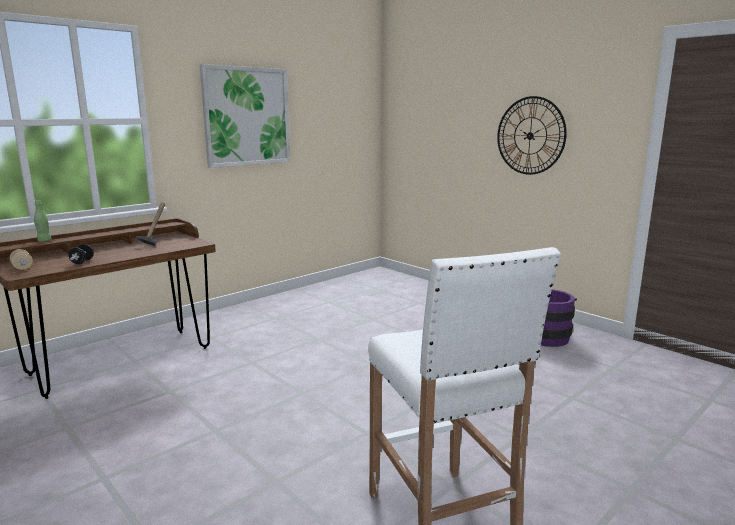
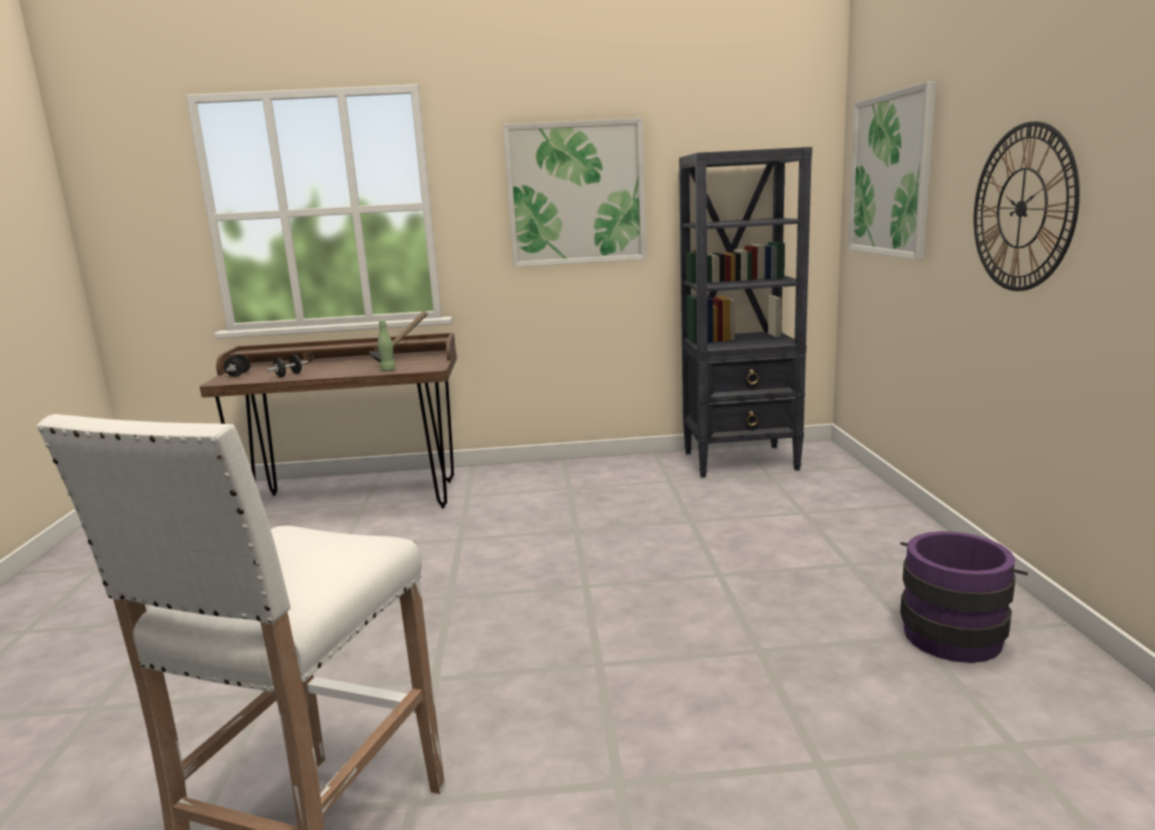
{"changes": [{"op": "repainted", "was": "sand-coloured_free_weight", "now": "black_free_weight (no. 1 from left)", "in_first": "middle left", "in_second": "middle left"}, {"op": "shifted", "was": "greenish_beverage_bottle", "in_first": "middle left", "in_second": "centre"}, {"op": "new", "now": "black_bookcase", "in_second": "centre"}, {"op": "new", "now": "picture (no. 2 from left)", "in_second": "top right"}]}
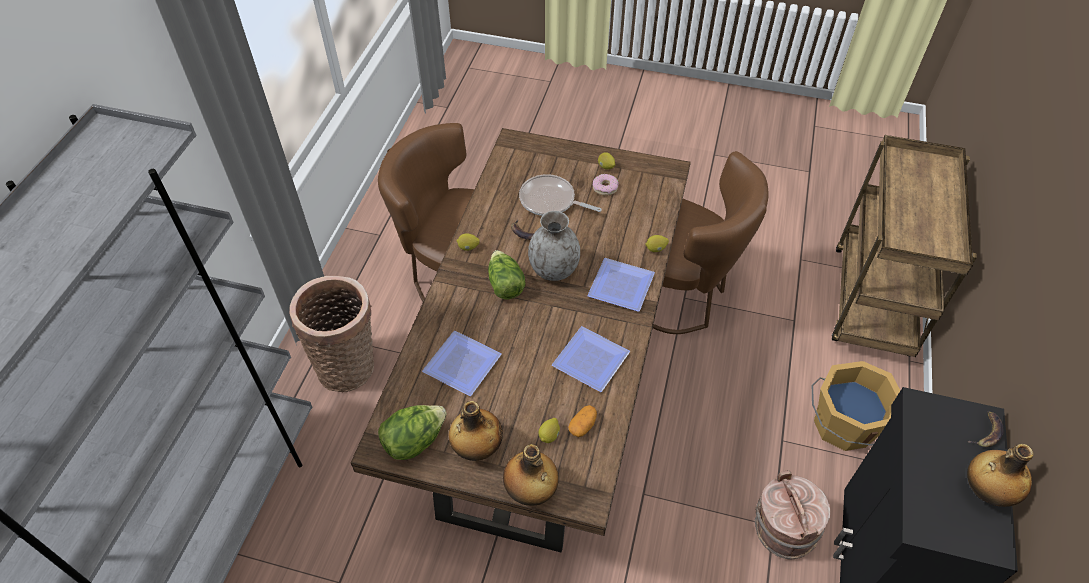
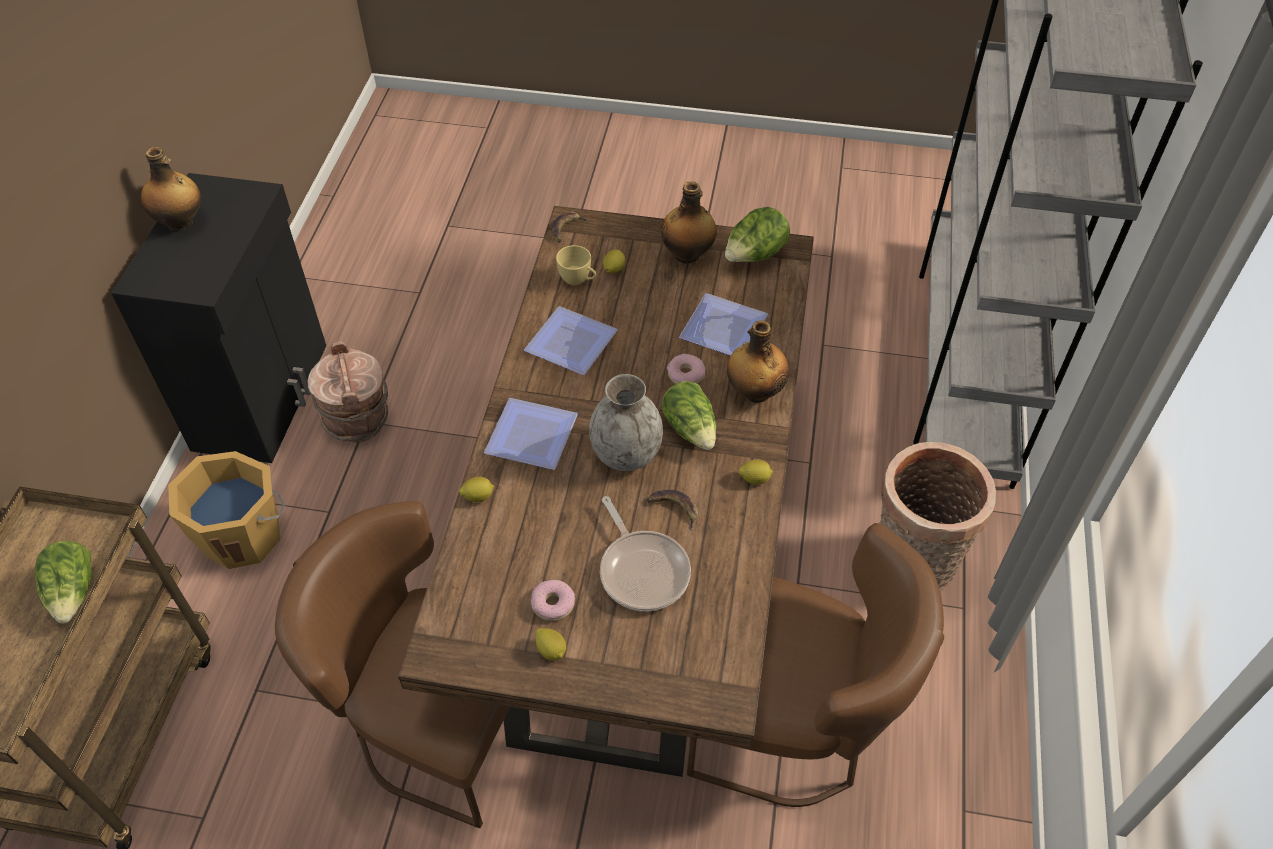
{"changes": [{"op": "shifted", "was": "beverage_bottle (no. 2 from left in the first image)", "now": "beverage_bottle (no. 3 from left)", "in_first": "bottom centre", "in_second": "centre"}, {"op": "rotated", "was": "skillet", "in_first": "centre", "in_second": "centre", "clockwise": 45}, {"op": "swapped", "was": "spud", "now": "yellow_small_cup", "in_first": "bottom centre", "in_second": "top centre"}, {"op": "shifted", "was": "whole_banana (no. 2 from left in the first image)", "now": "whole_banana (no. 1 from left)", "in_first": "bottom right", "in_second": "top centre"}, {"op": "new", "now": "head_of_lettuce (no. 1 from left)", "in_second": "bottom left"}, {"op": "new", "now": "donut (no. 2 from left)", "in_second": "centre"}]}
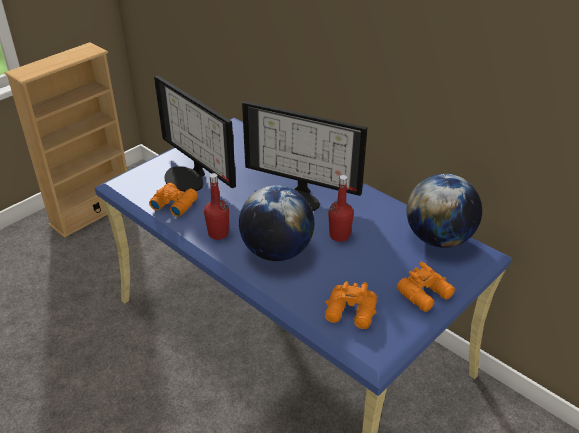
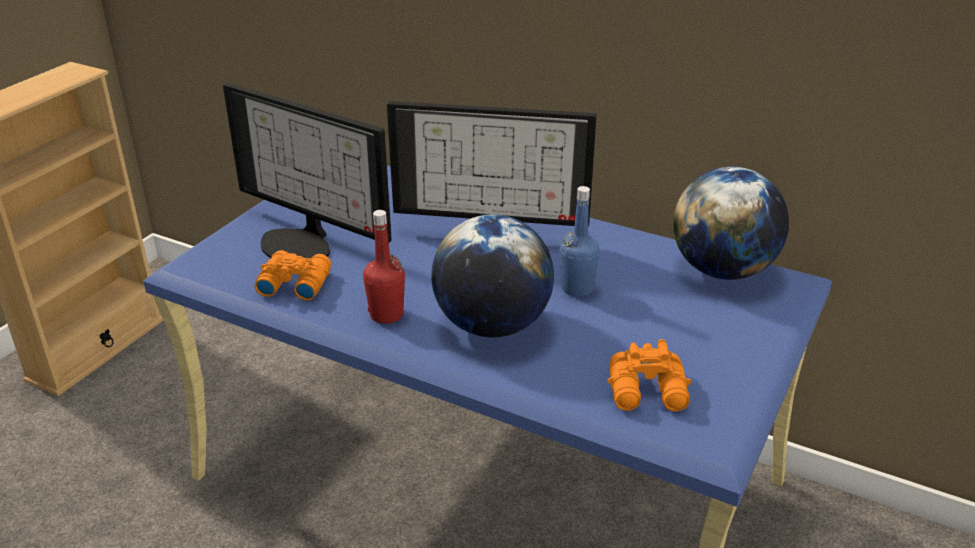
{"changes": [{"op": "repainted", "was": "red-coloured_beverage_bottle (no. 2 from left)", "now": "bluish_beverage_bottle", "in_first": "centre", "in_second": "centre"}, {"op": "gone", "was": "orange-coloured_binoculars (no. 3 from left)", "in_first": "middle right"}]}
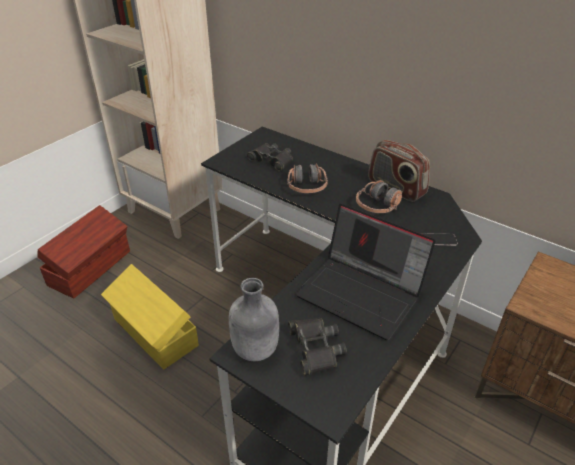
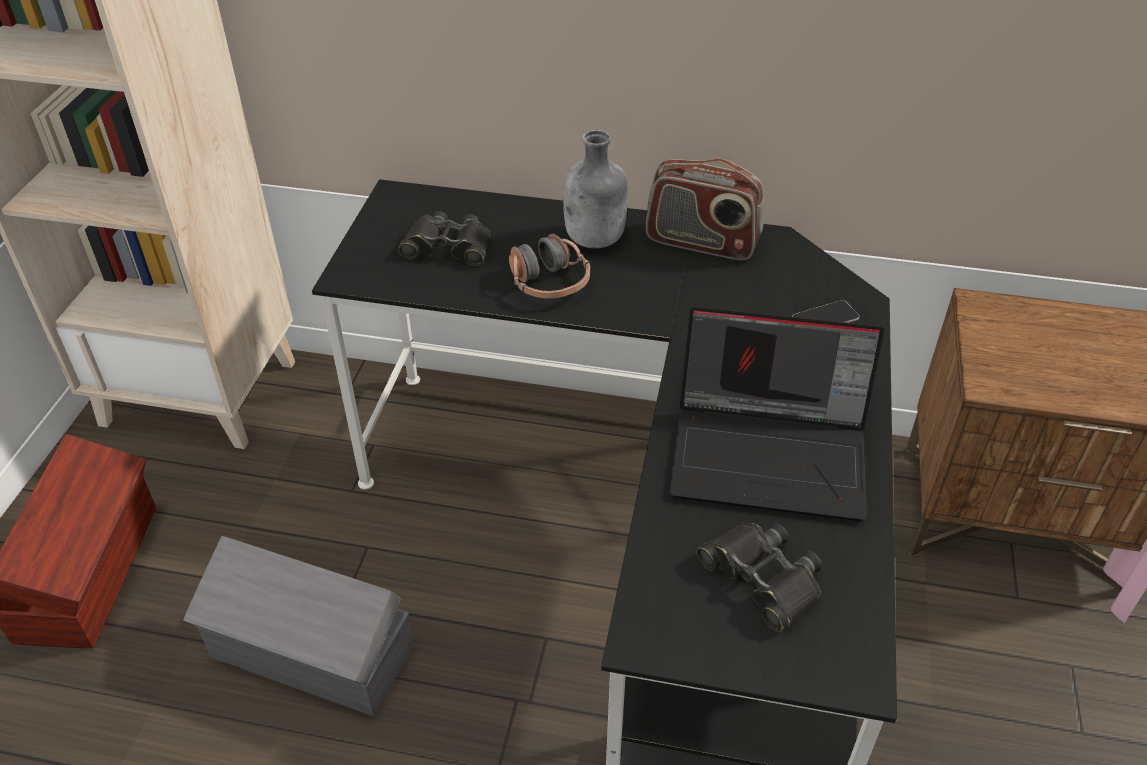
{"changes": [{"op": "repainted", "was": "yellow_storage_container", "now": "greyish_storage_container", "in_first": "bottom left", "in_second": "bottom left"}, {"op": "shifted", "was": "greyish_beverage_bottle", "in_first": "bottom centre", "in_second": "top centre"}, {"op": "gone", "was": "pair_of_headphones (no. 2 from left)", "in_first": "centre"}]}
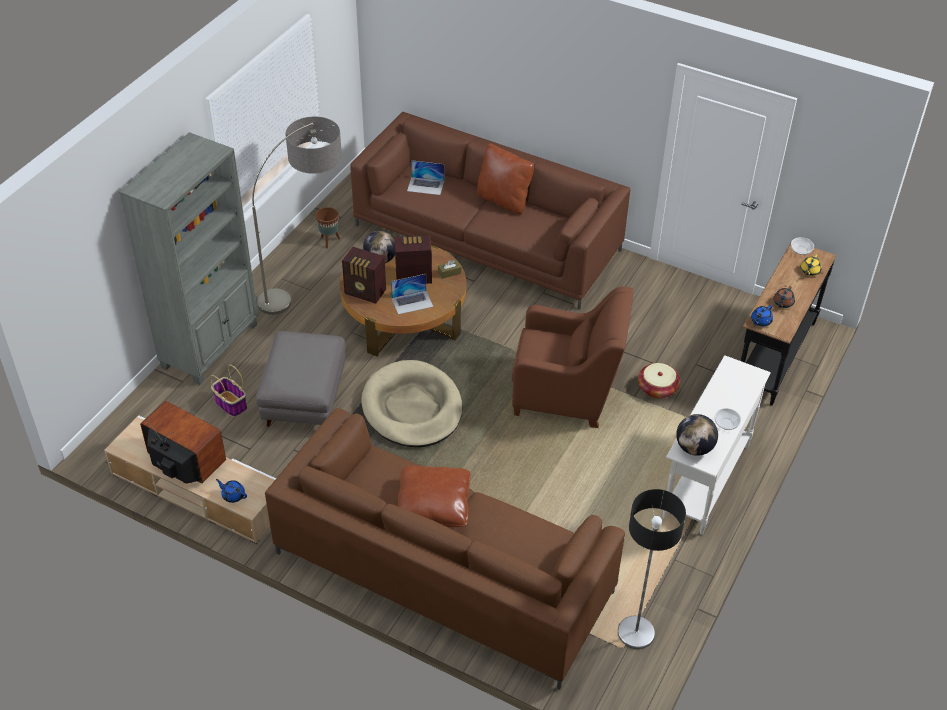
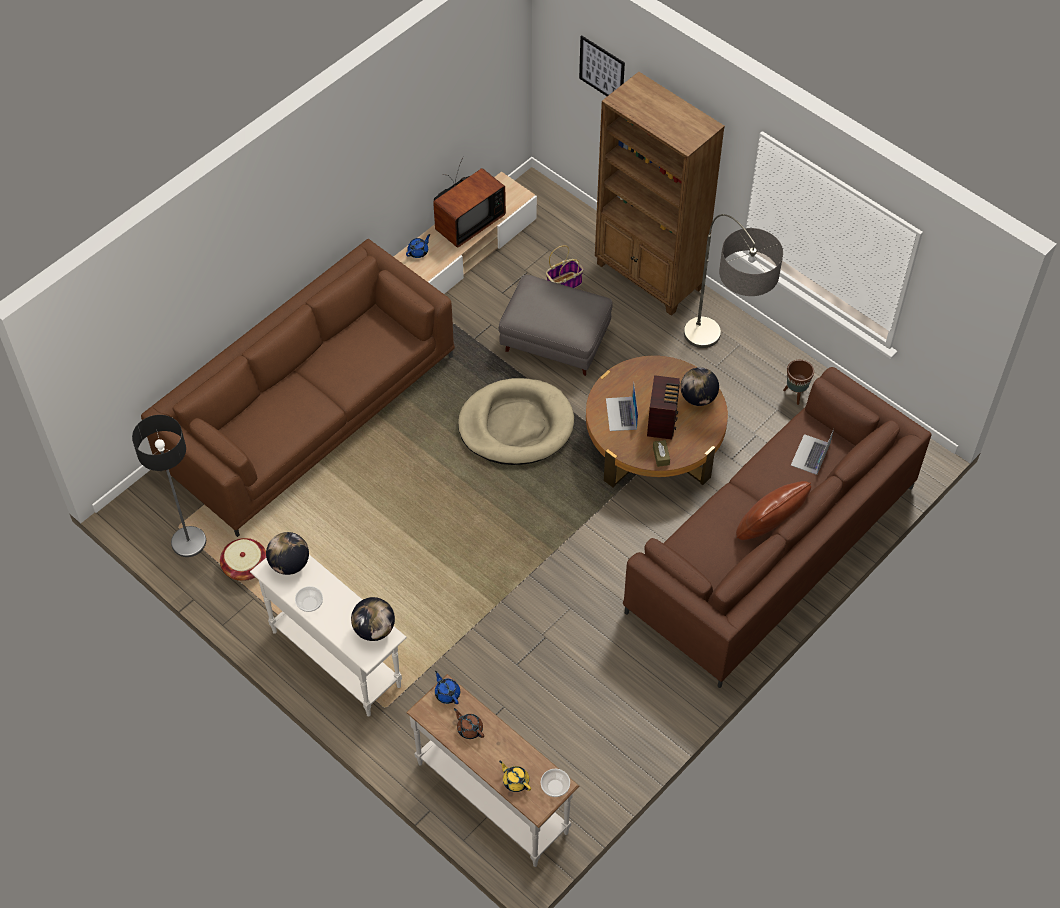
{"changes": [{"op": "repainted", "was": "greyish_bookcase", "now": "brown-coloured_bookcase", "in_first": "middle left", "in_second": "top centre"}, {"op": "gone", "was": "radio (no. 1 from left)", "in_first": "centre"}, {"op": "gone", "was": "brown-coloured_cushion (no. 1 from left)", "in_first": "bottom centre"}, {"op": "gone", "was": "brown-coloured_lounge_chair", "in_first": "centre"}, {"op": "shifted", "was": "basket (no. 2 from left in the first image)", "now": "basket (no. 1 from left)", "in_first": "middle right", "in_second": "middle left"}, {"op": "repainted", "was": "black_console_table", "now": "white-coloured_console_table (no. 2 from left)", "in_first": "middle right", "in_second": "bottom centre"}, {"op": "new", "now": "globe (no. 2 from left)", "in_second": "bottom centre"}, {"op": "new", "now": "picture", "in_second": "top centre"}]}
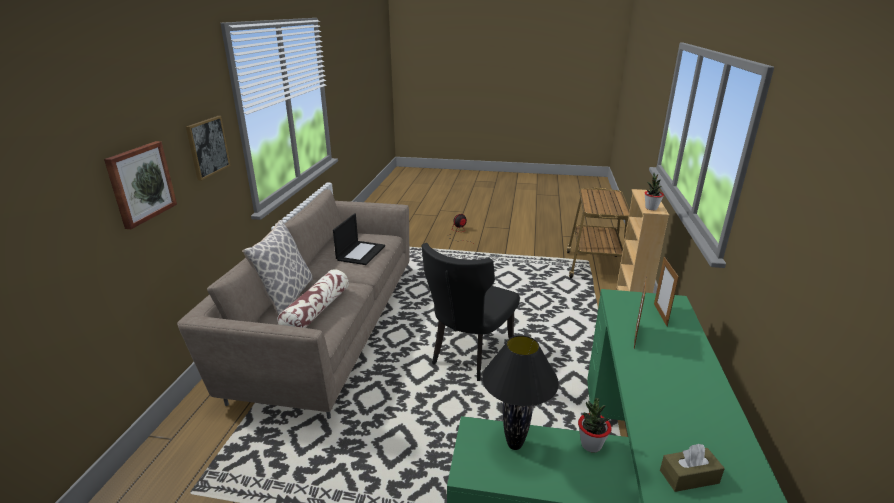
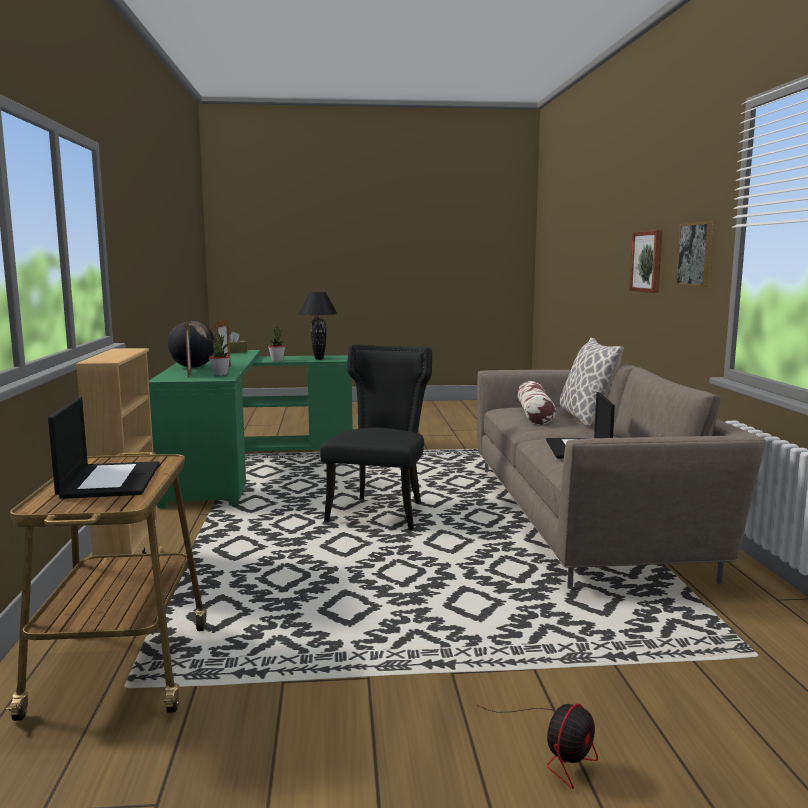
{"changes": [{"op": "shifted", "was": "plant_in_a_pot (no. 2 from left in the first image)", "now": "plant_in_a_pot (no. 1 from left)", "in_first": "middle right", "in_second": "middle left"}, {"op": "new", "now": "portable_computer (no. 1 from left)", "in_second": "middle left"}, {"op": "new", "now": "globe", "in_second": "middle left"}]}
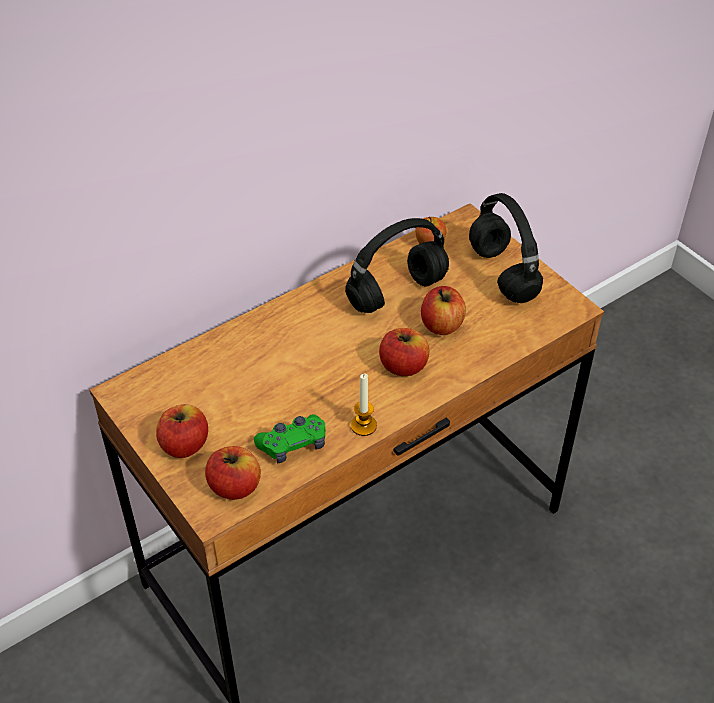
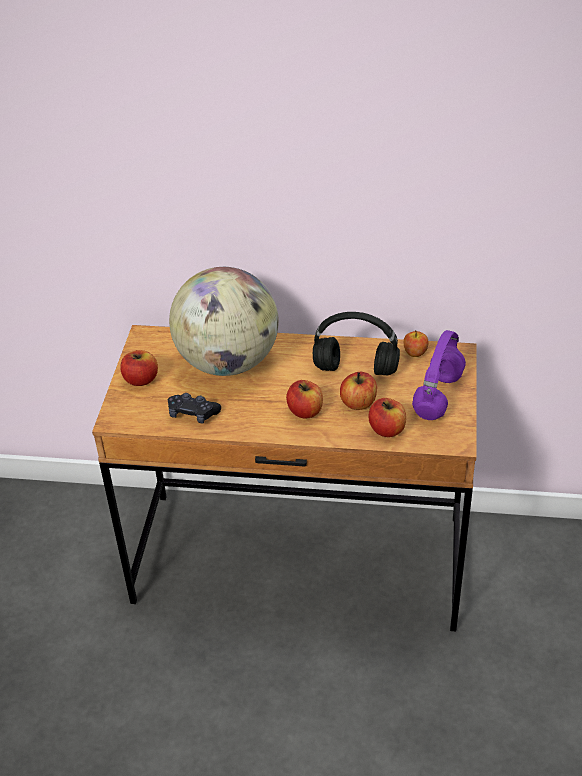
{"changes": [{"op": "shifted", "was": "apple_fruit (no. 2 from left in the first image)", "now": "apple_fruit (no. 4 from left)", "in_first": "bottom left", "in_second": "centre"}, {"op": "repainted", "was": "greenish_joypad", "now": "black_joypad", "in_first": "centre", "in_second": "centre"}, {"op": "gone", "was": "candle", "in_first": "centre"}, {"op": "repainted", "was": "black_pair_of_headphones (no. 2 from left)", "now": "purple-coloured_pair_of_headphones", "in_first": "middle right", "in_second": "middle right"}, {"op": "new", "now": "globe", "in_second": "centre"}]}
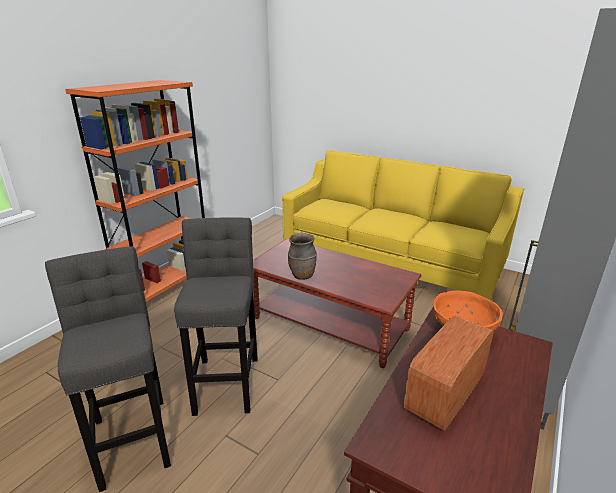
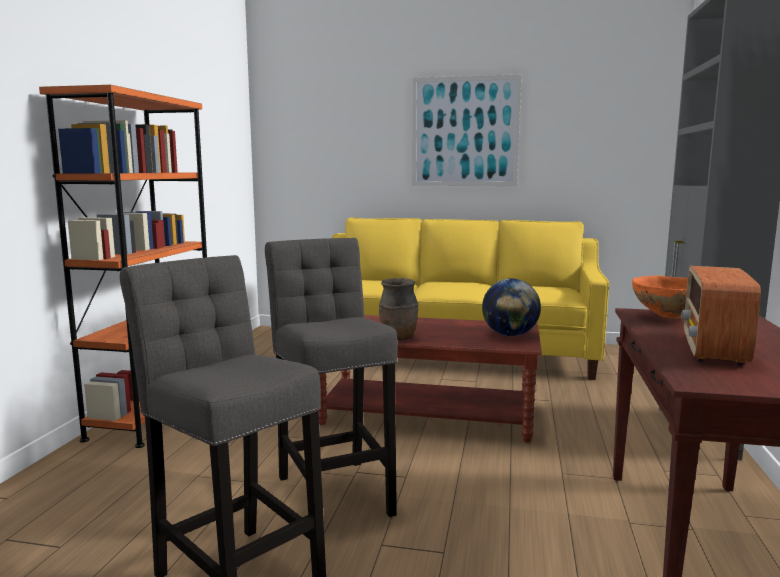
{"changes": [{"op": "new", "now": "picture", "in_second": "top centre"}, {"op": "new", "now": "globe", "in_second": "centre"}]}
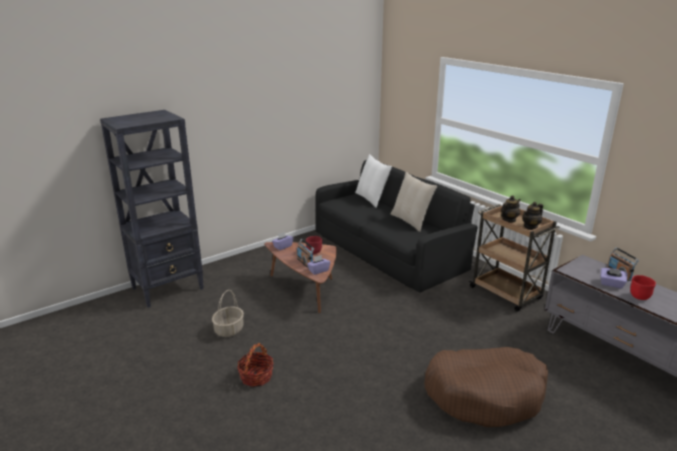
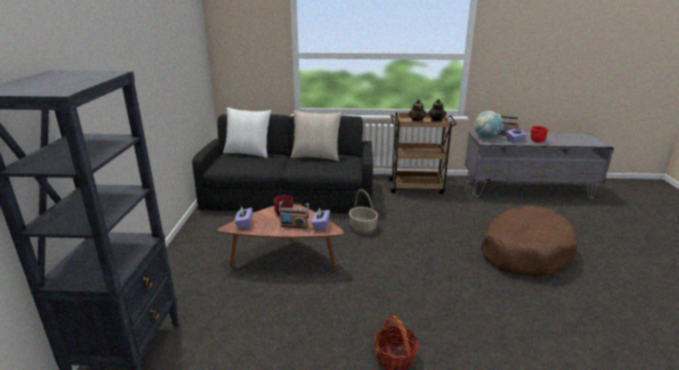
{"changes": [{"op": "shifted", "was": "basket (no. 1 from left)", "in_first": "bottom centre", "in_second": "centre"}, {"op": "new", "now": "globe", "in_second": "middle right"}]}
